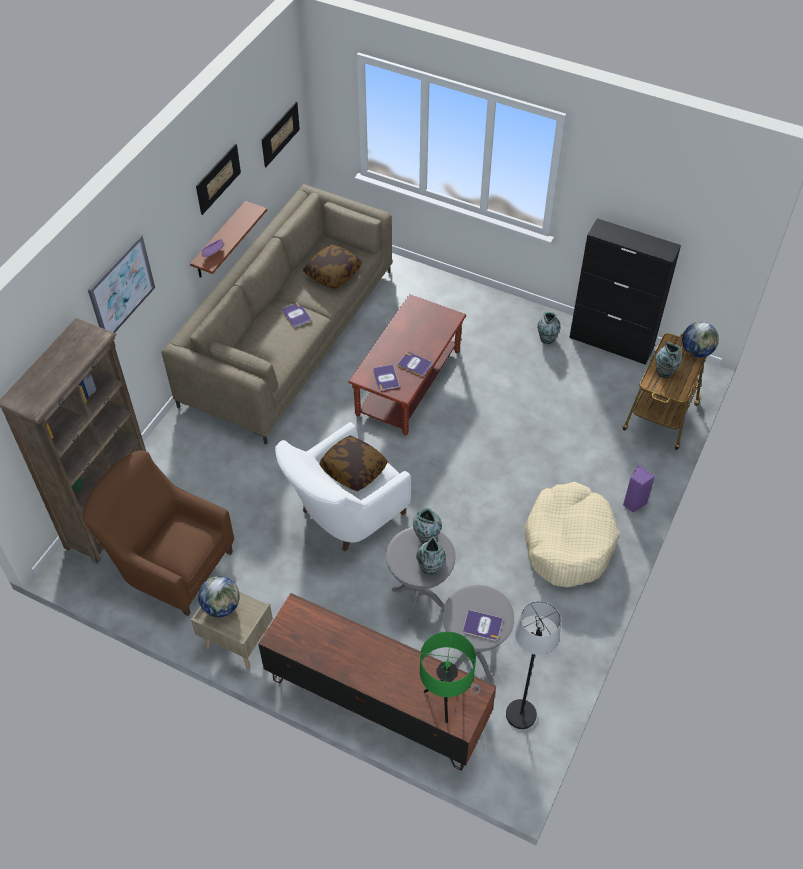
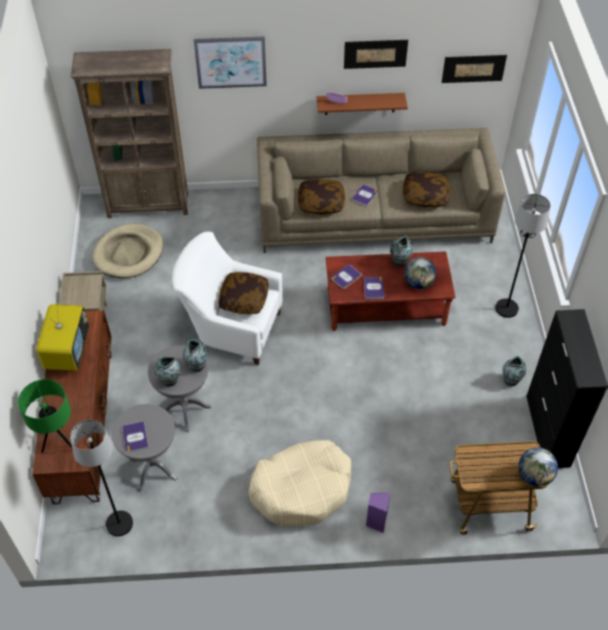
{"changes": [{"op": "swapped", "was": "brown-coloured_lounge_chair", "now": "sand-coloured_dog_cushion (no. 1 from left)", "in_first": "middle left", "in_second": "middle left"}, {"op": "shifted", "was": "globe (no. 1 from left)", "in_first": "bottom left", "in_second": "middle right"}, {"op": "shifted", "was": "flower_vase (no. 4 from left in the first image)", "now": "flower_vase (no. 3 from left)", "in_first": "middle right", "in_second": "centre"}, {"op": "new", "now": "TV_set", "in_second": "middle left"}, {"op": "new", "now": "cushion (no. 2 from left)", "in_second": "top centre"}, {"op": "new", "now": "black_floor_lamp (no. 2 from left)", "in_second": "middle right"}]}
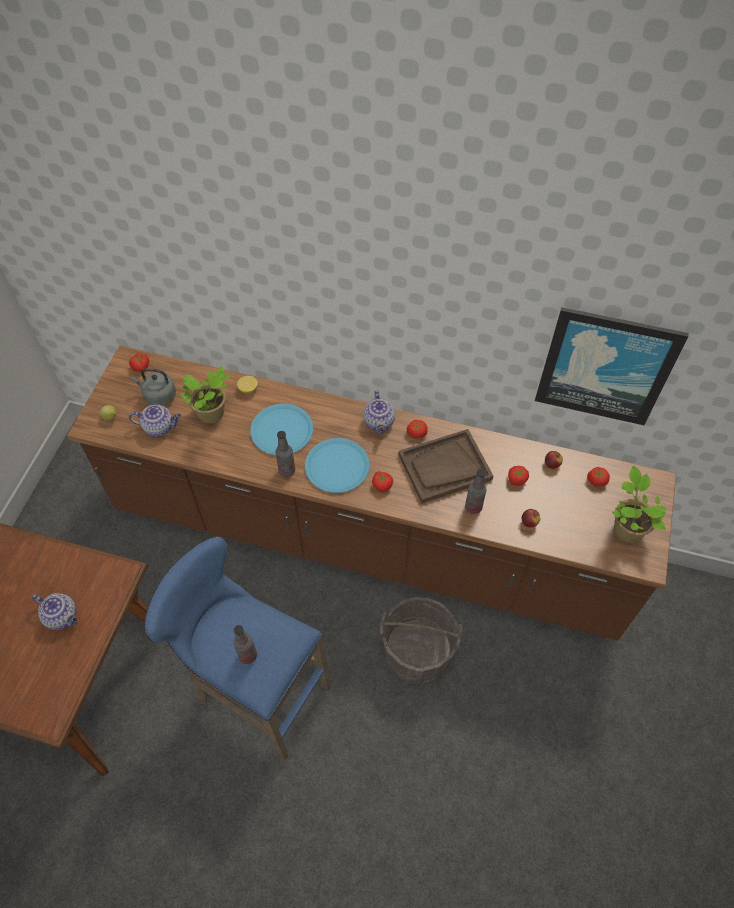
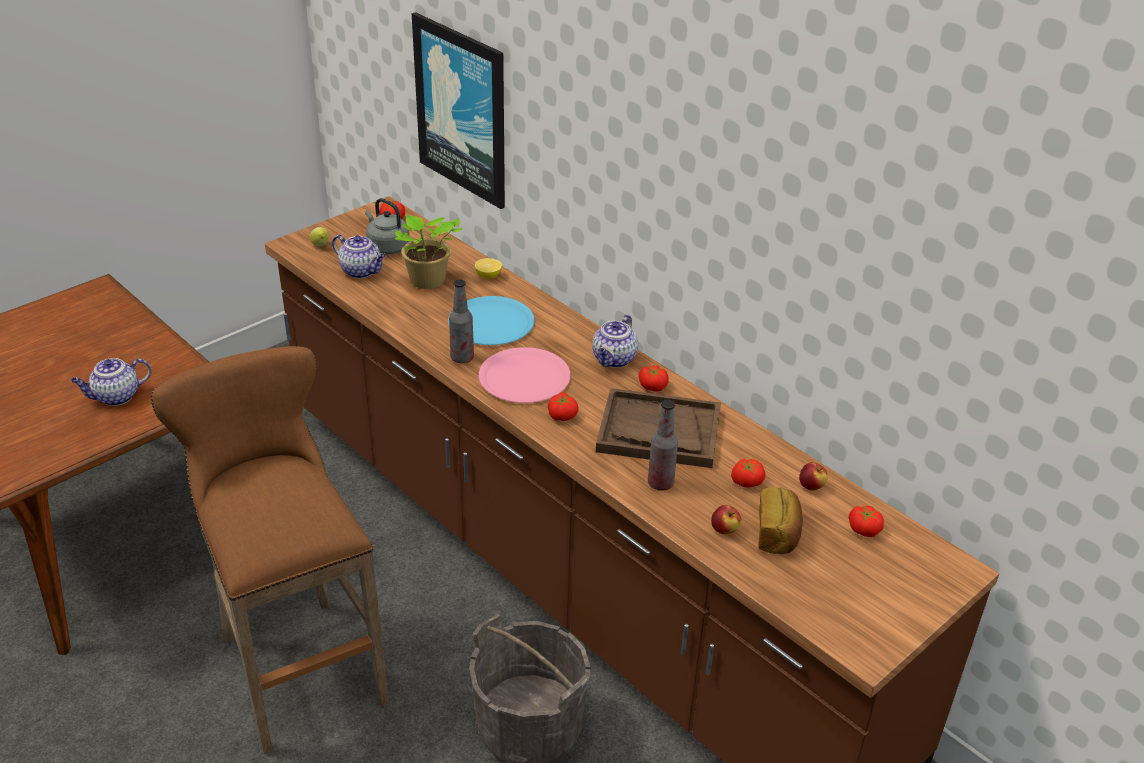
{"changes": [{"op": "rotated", "was": "teapot (no. 1 from left)", "in_first": "bottom left", "in_second": "middle left", "clockwise": 90}, {"op": "repainted", "was": "bluish_stool", "now": "brown-coloured_stool", "in_first": "bottom left", "in_second": "bottom left"}, {"op": "gone", "was": "beverage_bottle (no. 1 from left)", "in_first": "bottom centre"}, {"op": "repainted", "was": "bluish_plate (no. 2 from left)", "now": "pinkish_plate", "in_first": "centre", "in_second": "centre"}, {"op": "shifted", "was": "picture", "in_first": "middle right", "in_second": "top centre"}, {"op": "gone", "was": "plant_in_a_pot (no. 2 from left)", "in_first": "middle right"}, {"op": "new", "now": "baked_bread", "in_second": "bottom right"}]}
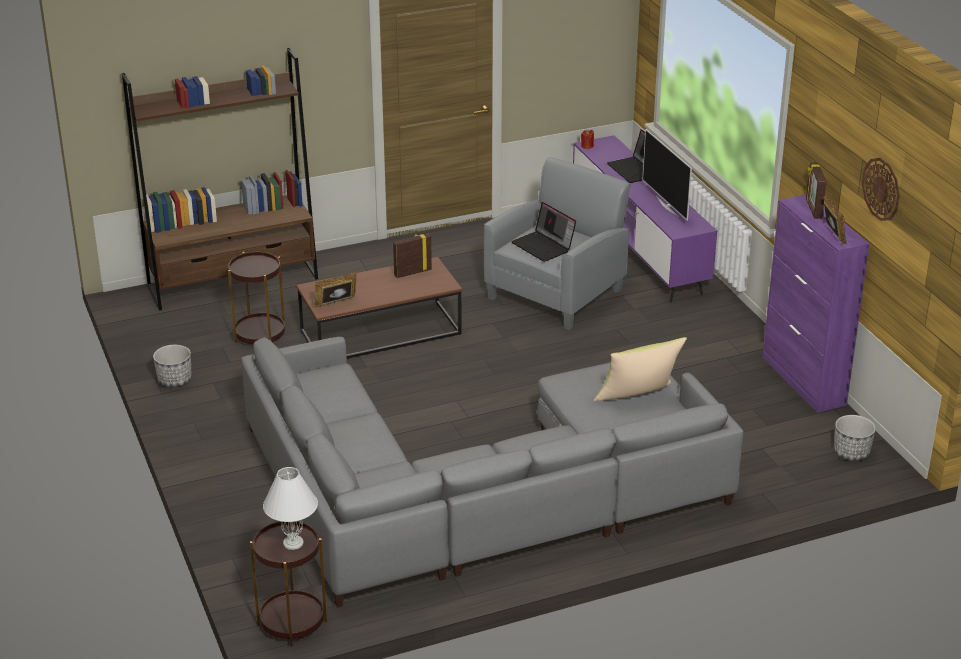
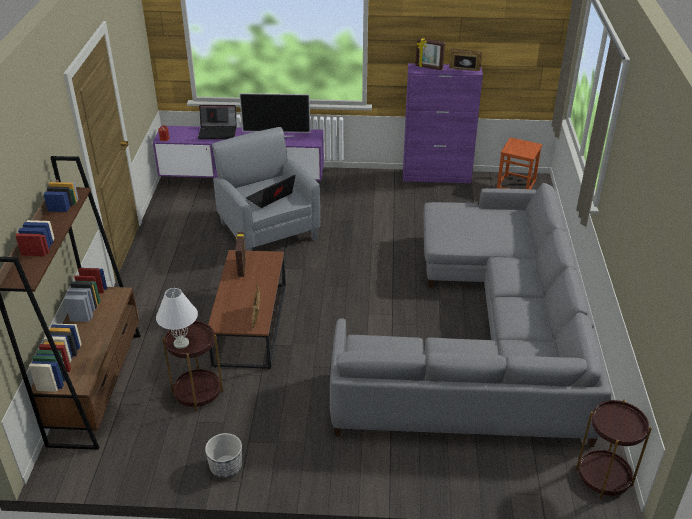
{"changes": [{"op": "shifted", "was": "white-coloured_lamp_for_a_table", "in_first": "bottom left", "in_second": "middle left"}, {"op": "rotated", "was": "portable_computer (no. 1 from left in the first image)", "in_first": "centre", "in_second": "centre", "clockwise": 150}, {"op": "gone", "was": "yellow_cushion", "in_first": "centre"}, {"op": "swapped", "was": "flower_pot (no. 2 from left)", "now": "brown-coloured_stool", "in_first": "middle right", "in_second": "top right"}, {"op": "gone", "was": "clock_on_the_wall", "in_first": "top right"}]}
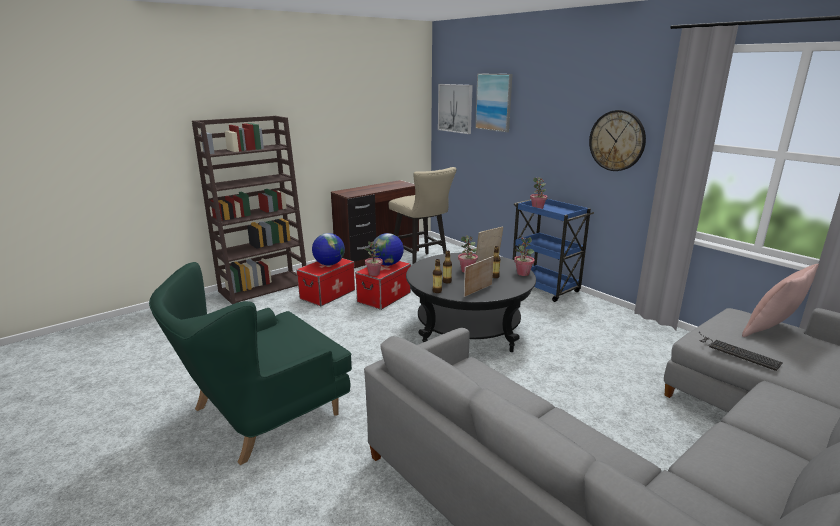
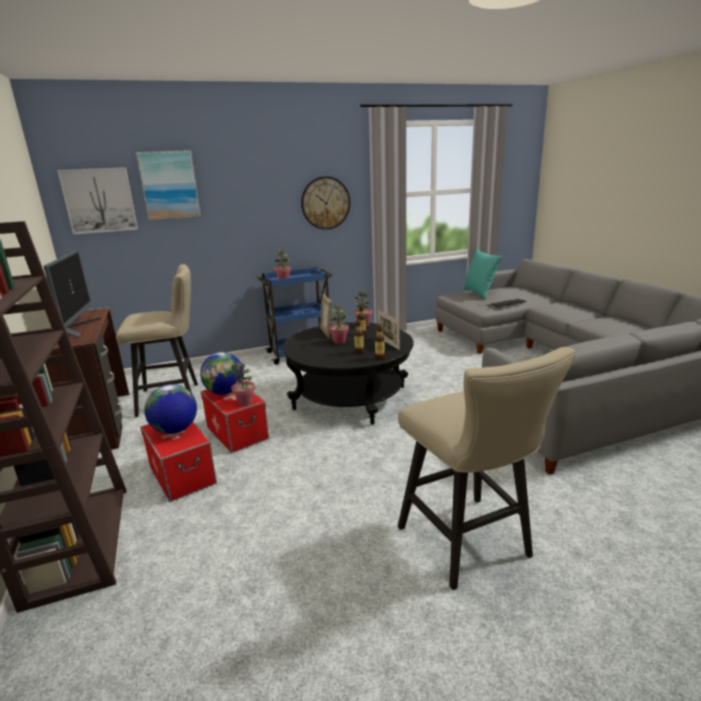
{"changes": [{"op": "swapped", "was": "greenish_lounge_chair", "now": "sand-coloured_stool (no. 2 from left)", "in_first": "bottom left", "in_second": "bottom right"}, {"op": "repainted", "was": "pinkish_cushion", "now": "blue-green_cushion", "in_first": "middle right", "in_second": "middle right"}, {"op": "new", "now": "monitor", "in_second": "middle left"}]}
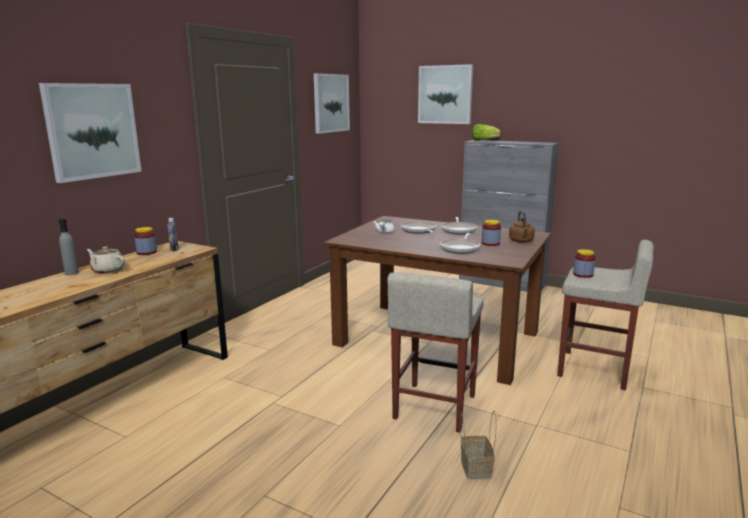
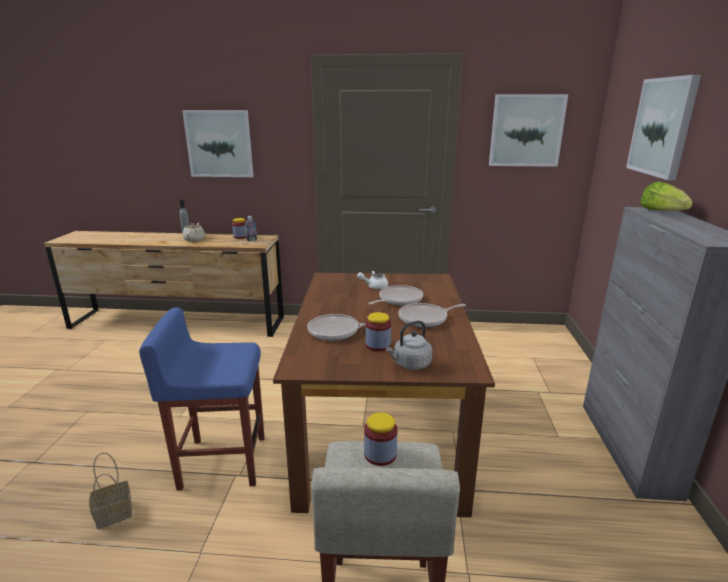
{"changes": [{"op": "repainted", "was": "sand-coloured_stool (no. 1 from left)", "now": "bluish_stool", "in_first": "bottom centre", "in_second": "bottom left"}, {"op": "repainted", "was": "brown-coloured_tea_kettle", "now": "greyish_tea_kettle", "in_first": "middle right", "in_second": "centre"}]}
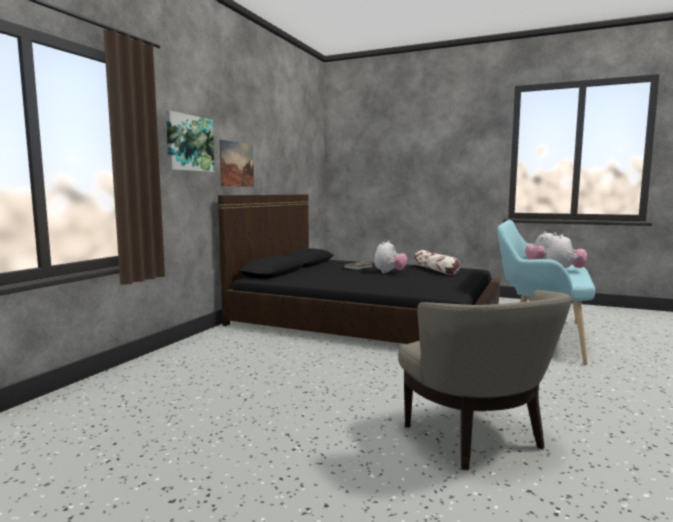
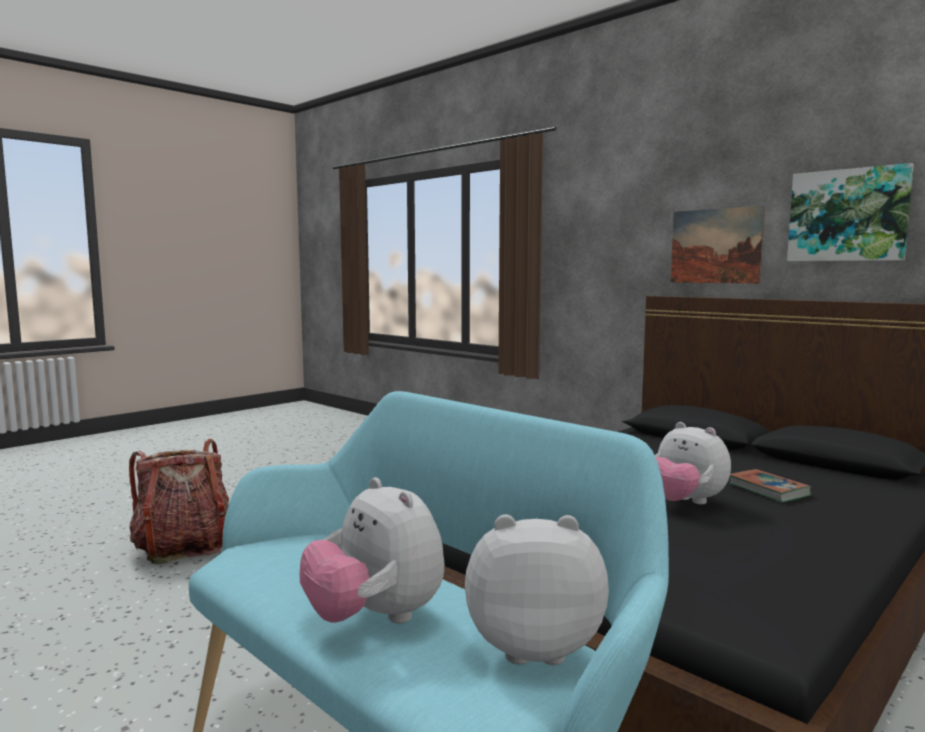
{"changes": [{"op": "shifted", "was": "picture (no. 1 from left in the first image)", "now": "picture (no. 2 from left)", "in_first": "top left", "in_second": "top right"}, {"op": "swapped", "was": "sand-coloured_lounge_chair", "now": "backpack", "in_first": "bottom right", "in_second": "bottom left"}, {"op": "gone", "was": "cushion", "in_first": "centre"}]}
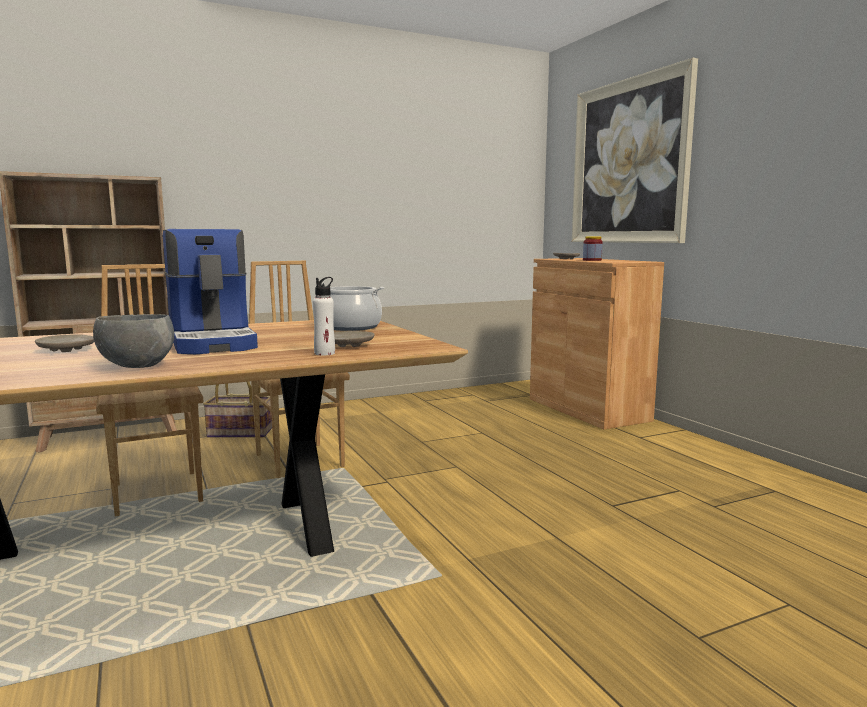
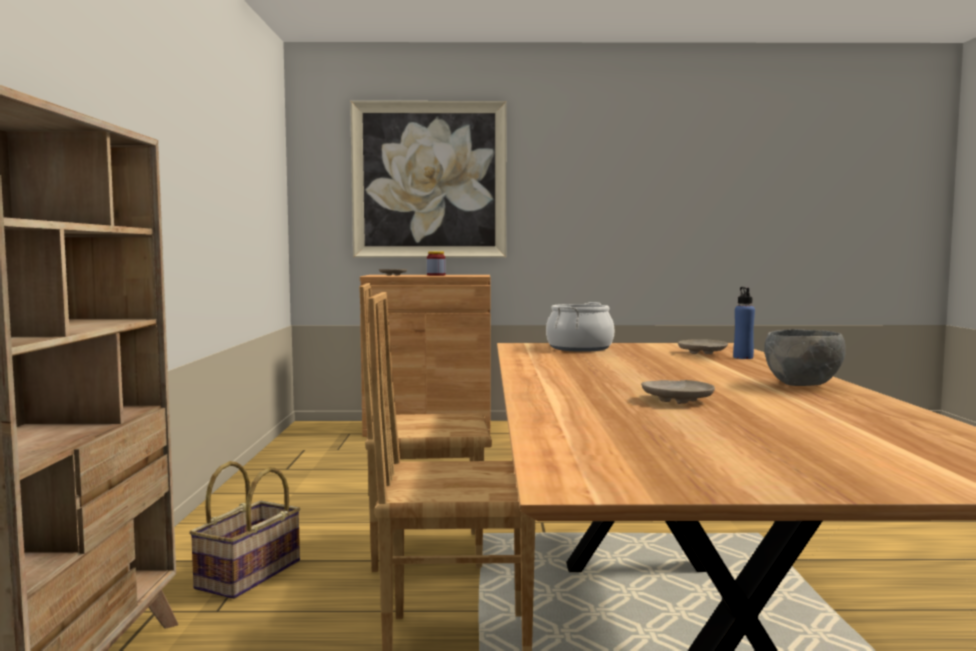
{"changes": [{"op": "gone", "was": "coffee_machine", "in_first": "middle left"}, {"op": "repainted", "was": "white-coloured_beverage_bottle", "now": "bluish_beverage_bottle", "in_first": "centre", "in_second": "middle right"}]}
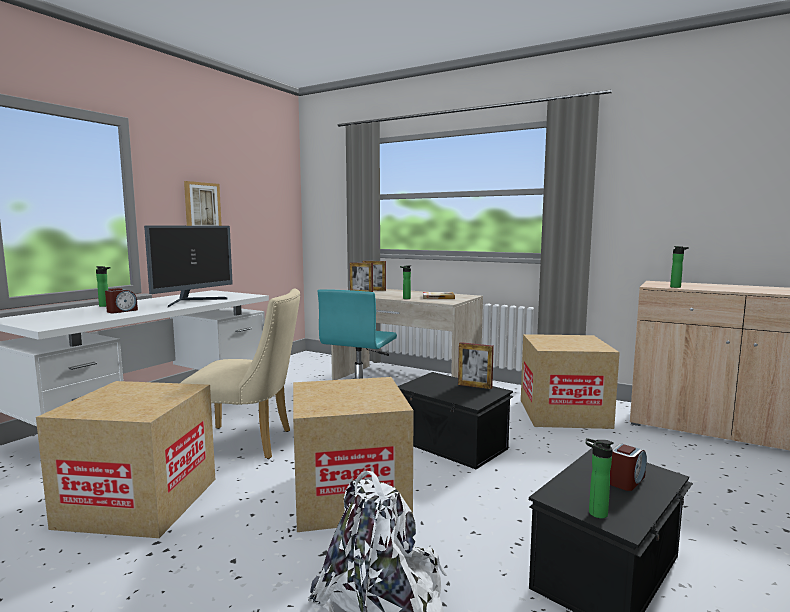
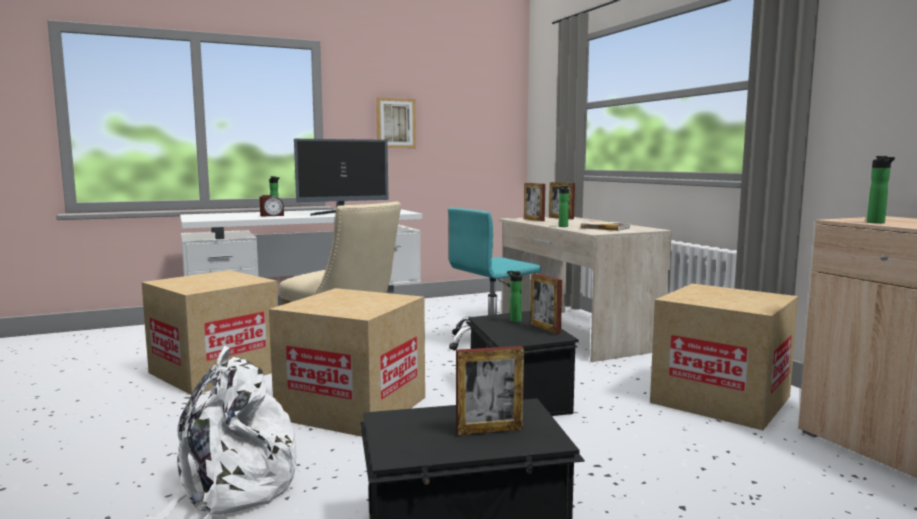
{"changes": [{"op": "shifted", "was": "beverage_bottle (no. 3 from left in the first image)", "now": "beverage_bottle (no. 2 from left)", "in_first": "bottom right", "in_second": "centre"}, {"op": "swapped", "was": "alarm_clock (no. 2 from left)", "now": "picture_frame (no. 1 from left)", "in_first": "bottom right", "in_second": "bottom centre"}]}
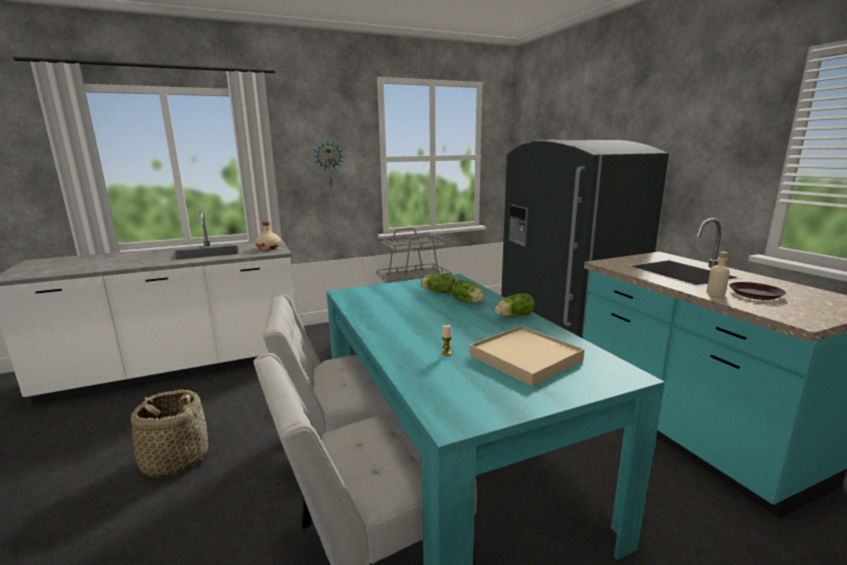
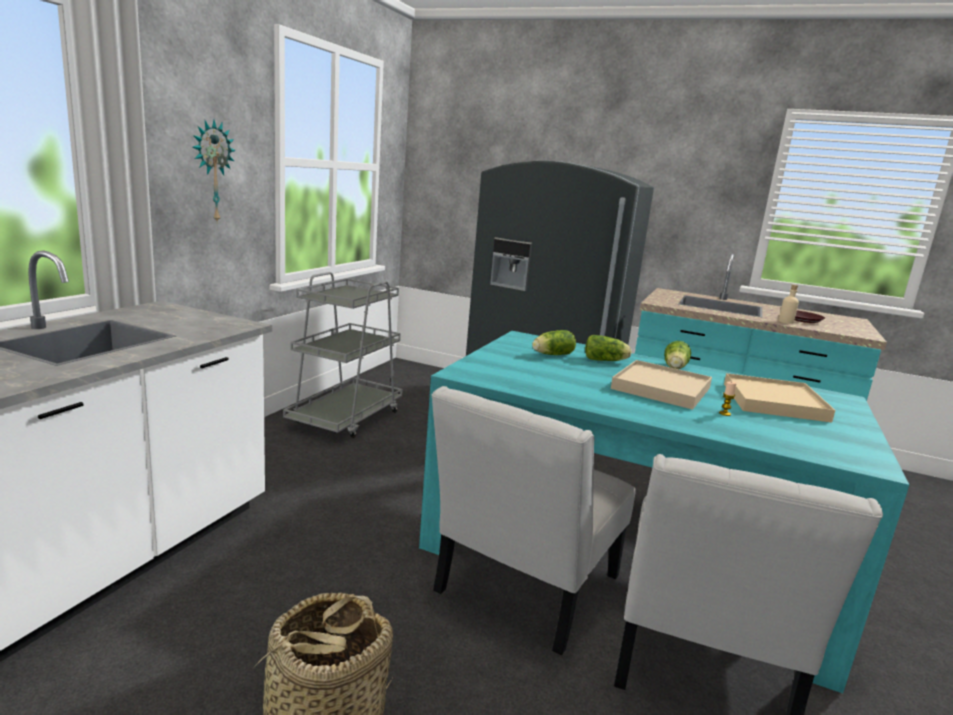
{"changes": [{"op": "gone", "was": "sand-coloured_beverage_bottle (no. 1 from left)", "in_first": "middle left"}, {"op": "new", "now": "sand-coloured_serving_tray (no. 1 from left)", "in_second": "middle right"}]}
